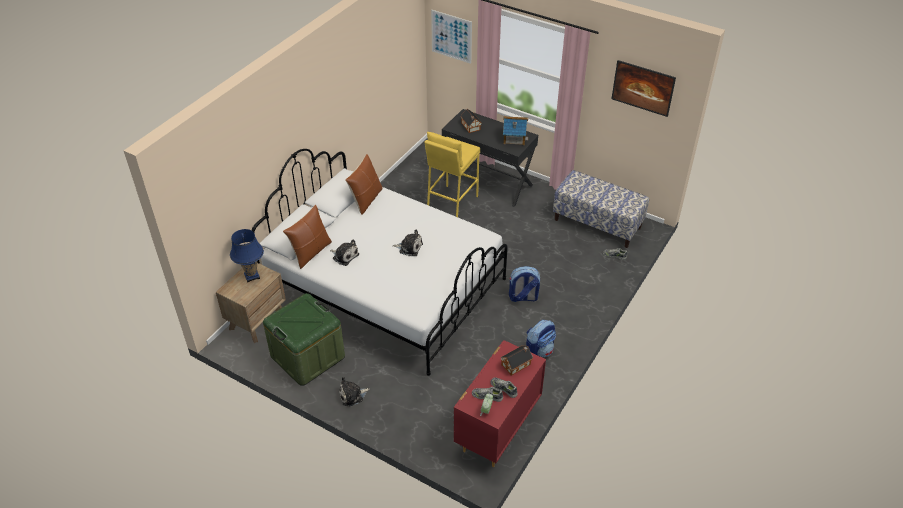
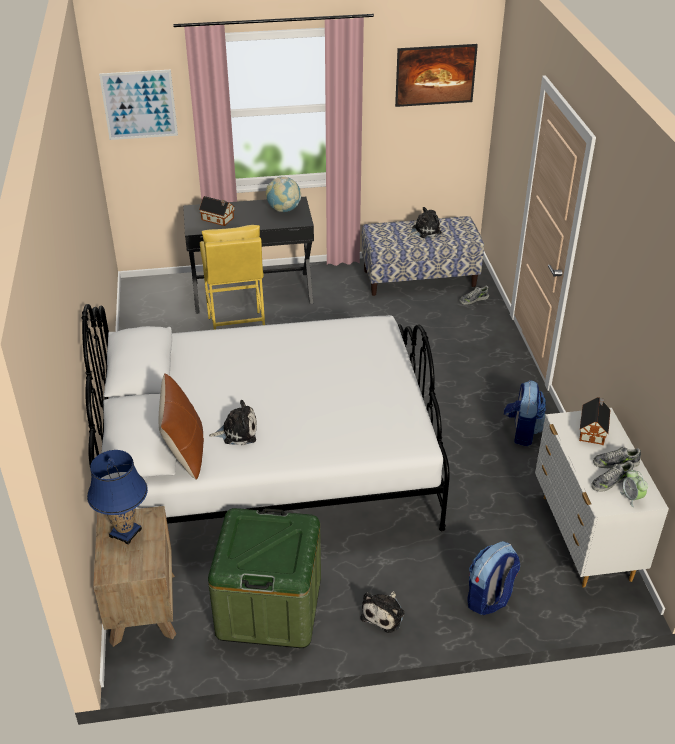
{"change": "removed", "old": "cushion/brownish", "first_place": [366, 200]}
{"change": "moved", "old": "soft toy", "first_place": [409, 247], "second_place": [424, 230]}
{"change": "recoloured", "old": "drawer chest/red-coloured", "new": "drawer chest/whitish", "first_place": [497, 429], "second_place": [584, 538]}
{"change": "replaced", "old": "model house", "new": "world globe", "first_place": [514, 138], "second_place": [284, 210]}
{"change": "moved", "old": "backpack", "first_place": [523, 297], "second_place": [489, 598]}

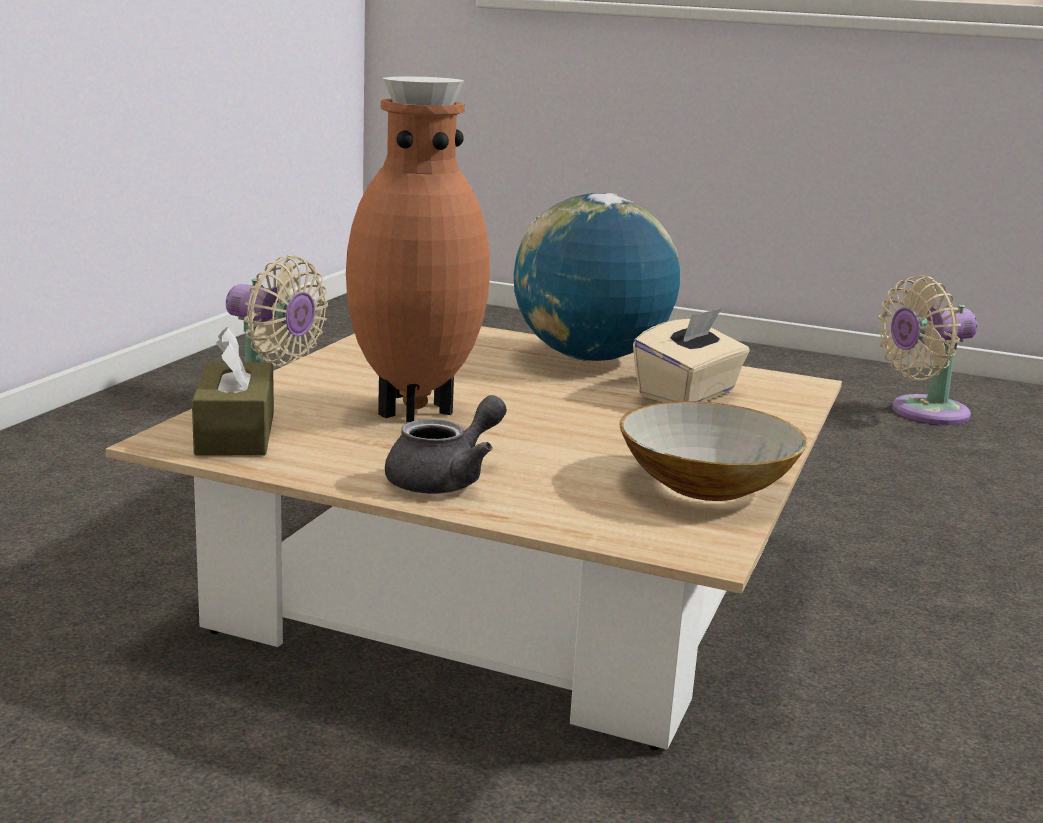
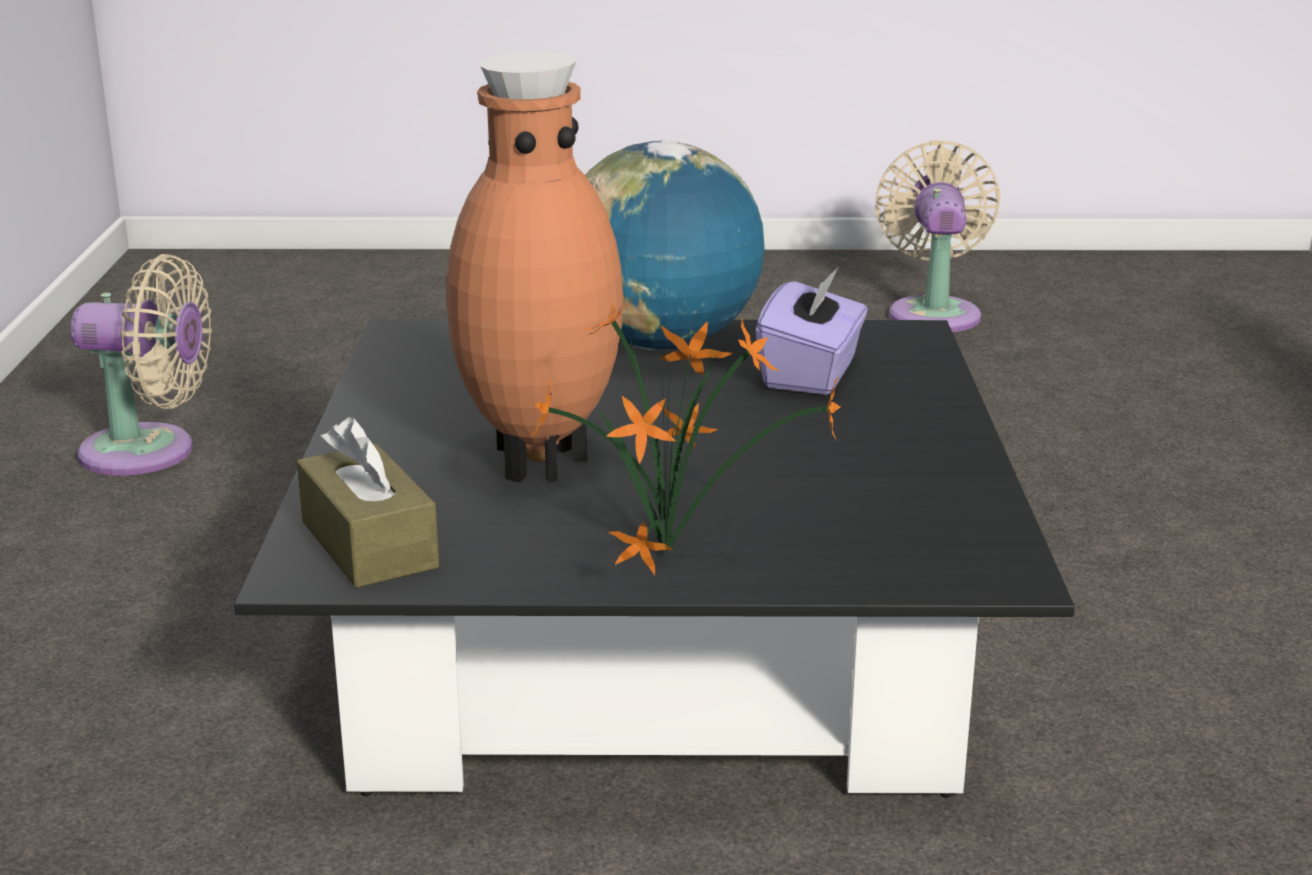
{"change": "recoloured", "old": "coffee table/beige", "new": "coffee table/black", "first_place": [515, 582], "second_place": [659, 638]}
{"change": "replaced", "old": "teapot/greyish", "new": "plant in a pot", "first_place": [445, 479], "second_place": [670, 551]}
{"change": "removed", "old": "deep dish", "first_place": [704, 485]}
{"change": "recoloured", "old": "tissue box/beige", "new": "tissue box/purple", "first_place": [688, 394], "second_place": [811, 374]}
{"change": "turned", "old": "fan/beige", "first_place": [922, 412], "second_place": [933, 313], "degrees": 135}

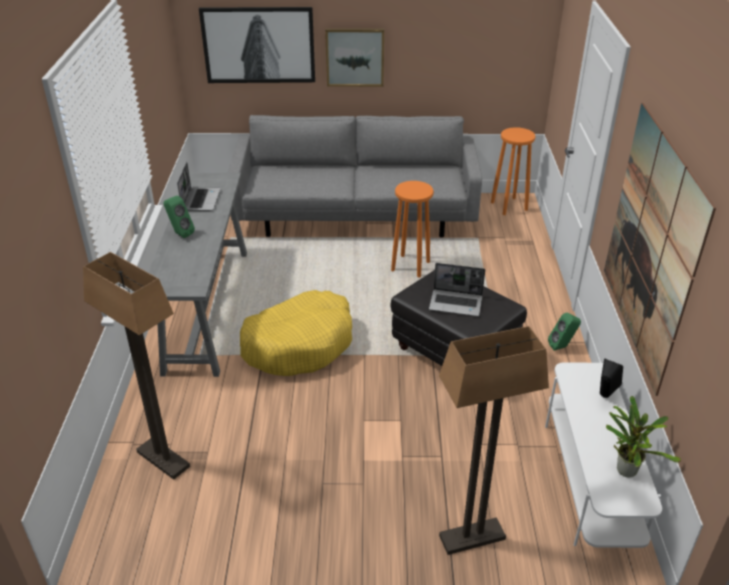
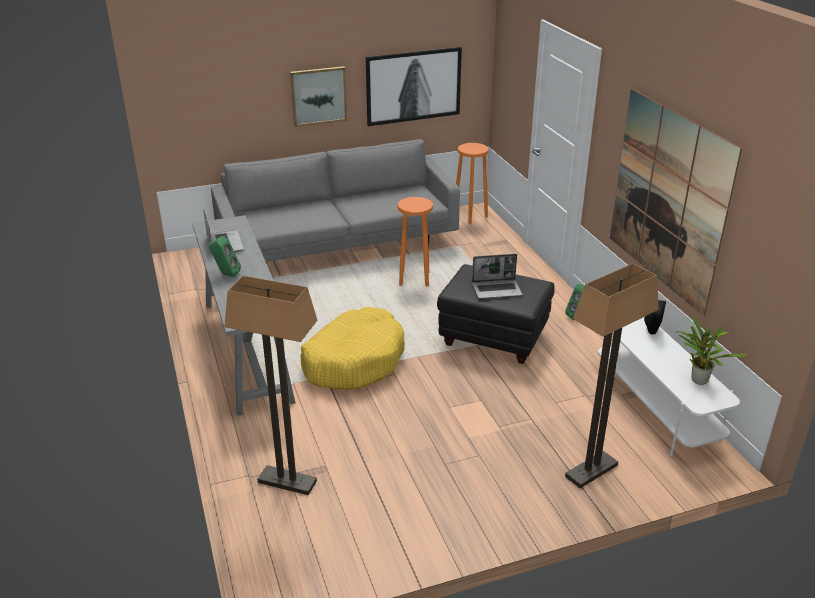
{"change": "moved", "old": "wall picture", "first_place": [259, 45], "second_place": [413, 85]}

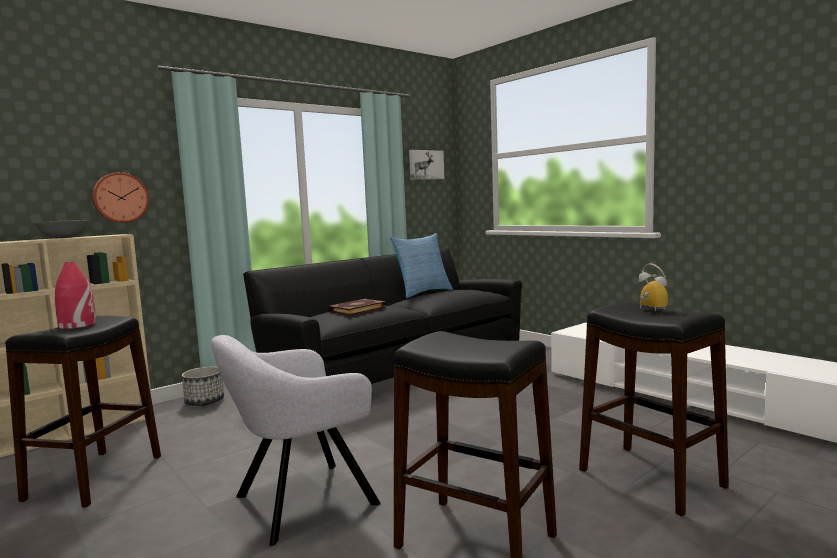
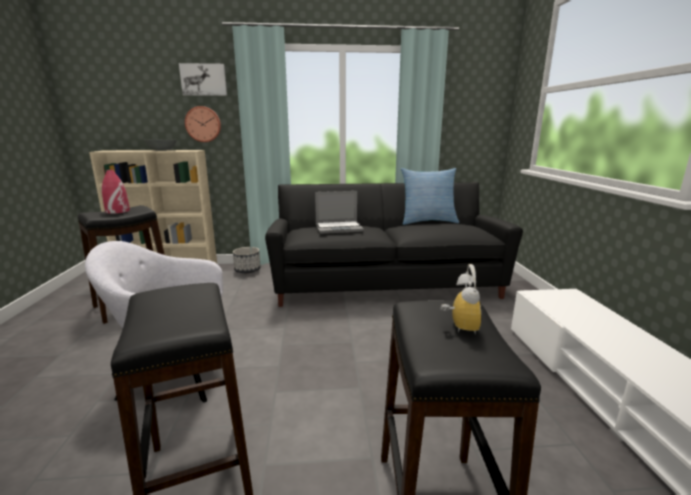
{"change": "replaced", "old": "volume", "new": "portable computer", "first_place": [356, 309], "second_place": [339, 228]}
{"change": "moved", "old": "wall picture", "first_place": [425, 165], "second_place": [204, 80]}

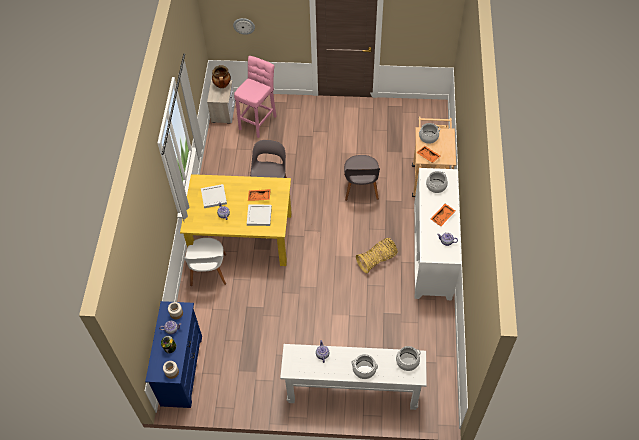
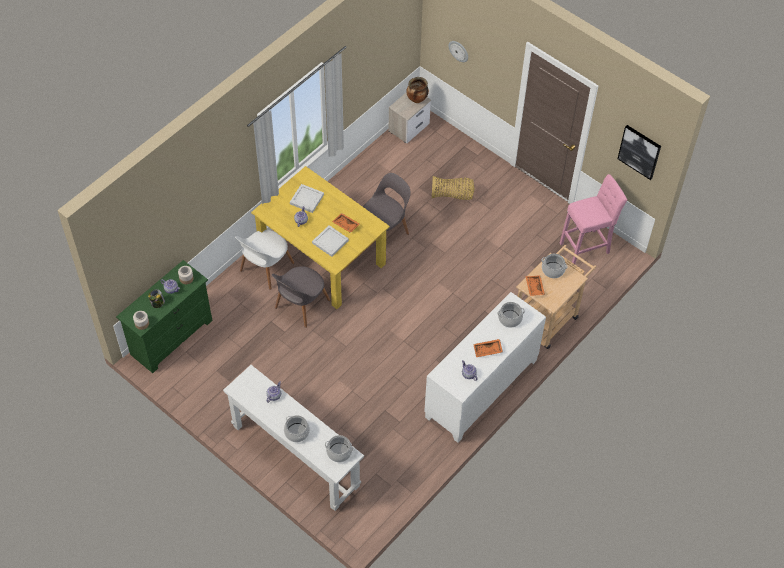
{"change": "recoloured", "old": "drawer chest/blue", "new": "drawer chest/green", "first_place": [182, 370], "second_place": [172, 337]}
{"change": "moved", "old": "stool/pink", "first_place": [258, 121], "second_place": [587, 247]}
{"change": "moved", "old": "plain chair/greyish", "first_place": [360, 188], "second_place": [301, 306]}
{"change": "moved", "old": "household basket", "first_place": [377, 260], "second_place": [452, 195]}
{"change": "added", "new": "wall picture", "second_place": [639, 151]}

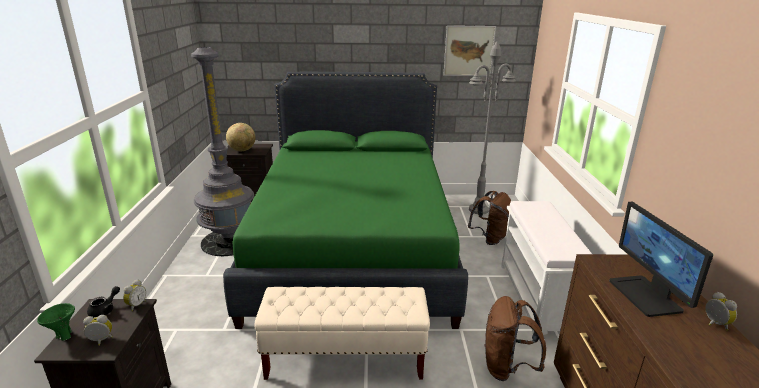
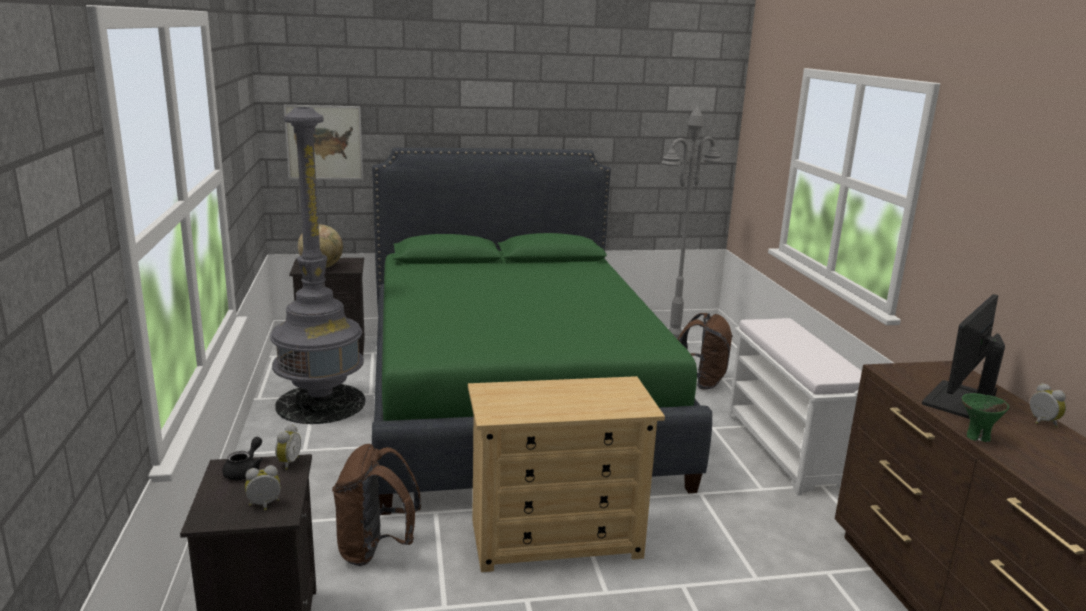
{"change": "moved", "old": "deep dish/green", "first_place": [64, 335], "second_place": [977, 437]}
{"change": "replaced", "old": "indoor bench/beige", "new": "drawer chest/beige", "first_place": [345, 358], "second_place": [556, 539]}
{"change": "moved", "old": "wall picture", "first_place": [469, 51], "second_place": [324, 142]}
{"change": "moved", "old": "backpack/brownish", "first_place": [507, 368], "second_place": [375, 550]}
{"change": "turned", "old": "monitor", "first_place": [646, 296], "second_place": [959, 400], "degrees": 60}

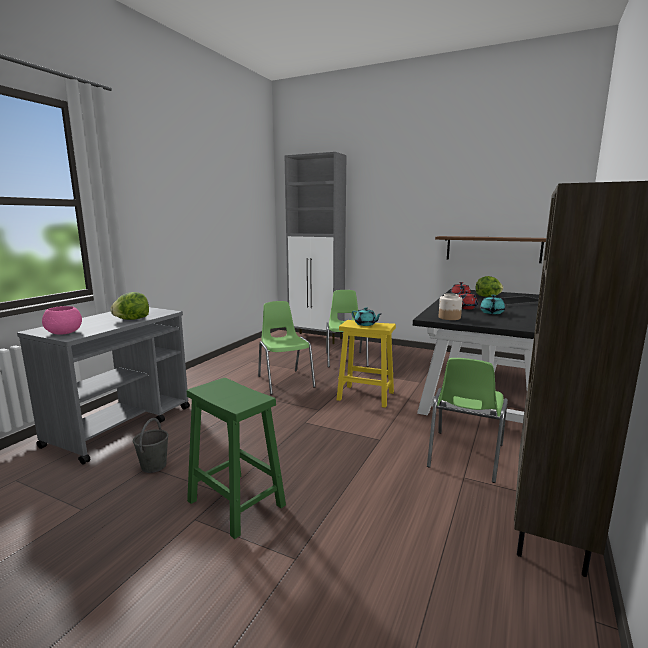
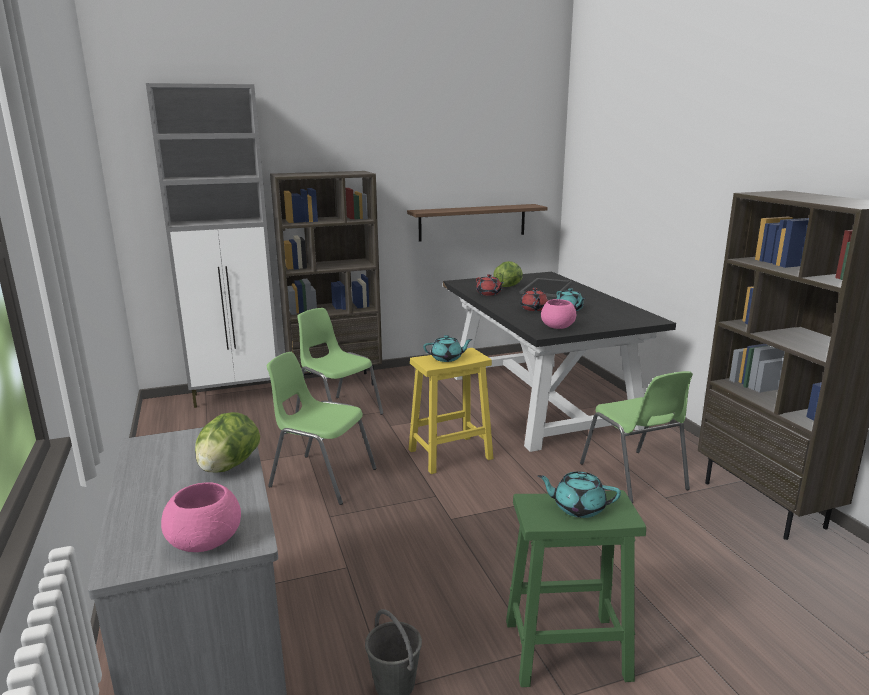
{"change": "replaced", "old": "storage jar", "new": "deep dish/pink", "first_place": [449, 317], "second_place": [557, 327]}
{"change": "added", "new": "bookcase/brownish", "second_place": [335, 383]}
{"change": "added", "new": "teapot/turquoise", "second_place": [578, 507]}

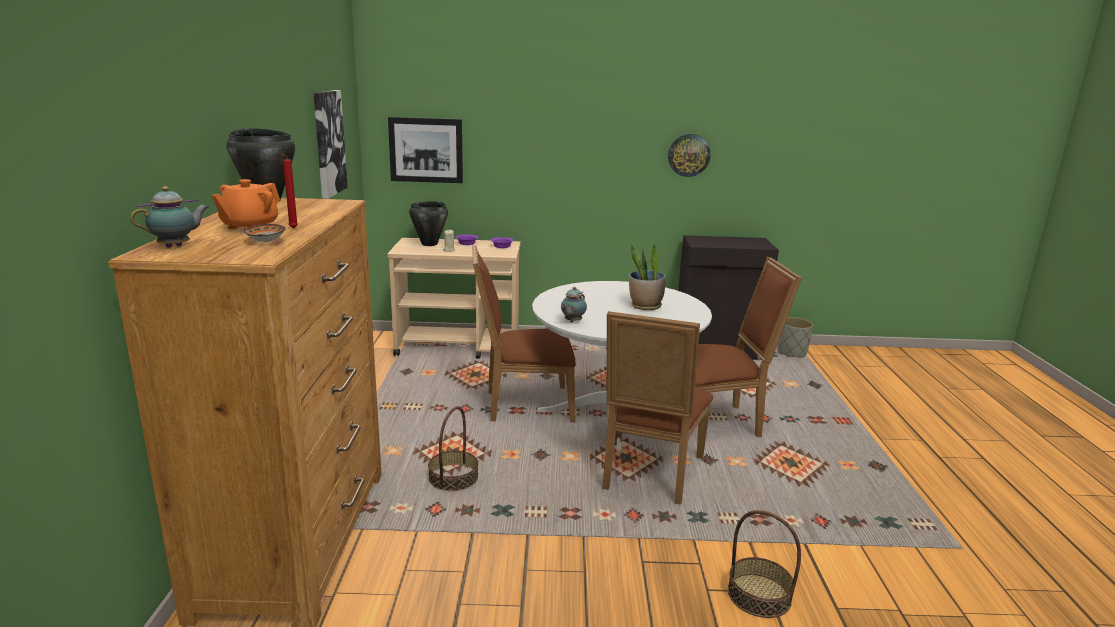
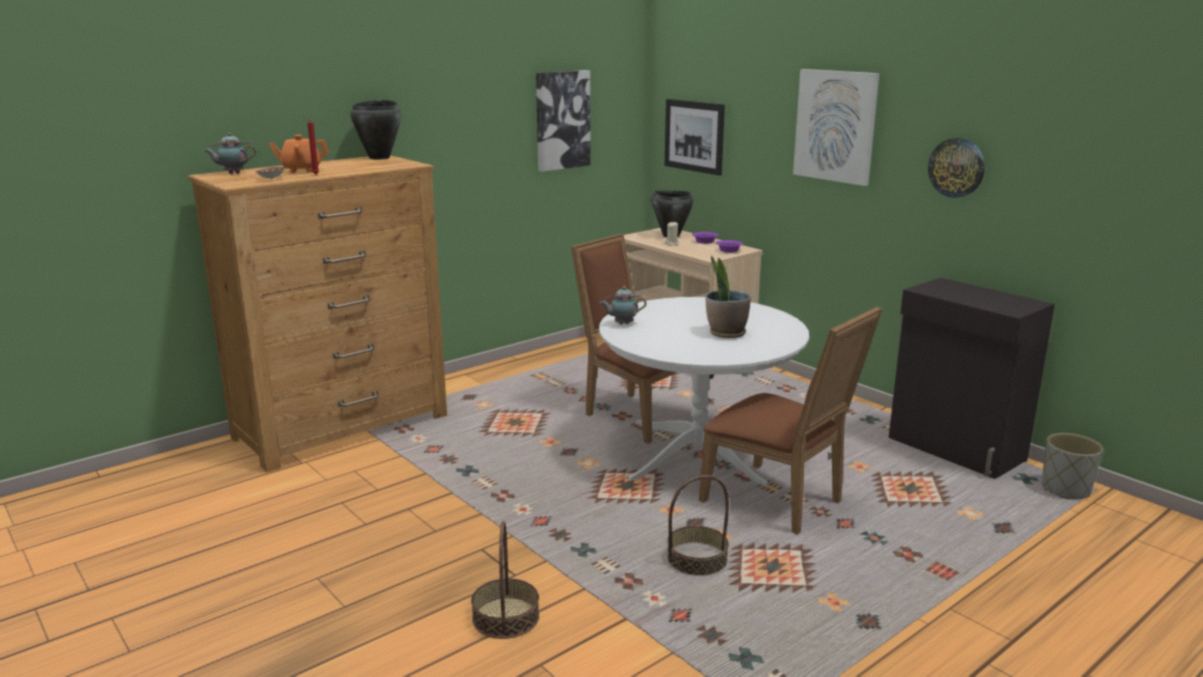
{"change": "turned", "old": "teapot", "first_place": [177, 246], "second_place": [232, 174], "degrees": 150}
{"change": "moved", "old": "household basket", "first_place": [453, 478], "second_place": [697, 560]}
{"change": "removed", "old": "plain chair/brownish", "first_place": [648, 475]}
{"change": "added", "new": "wall picture", "second_place": [835, 126]}

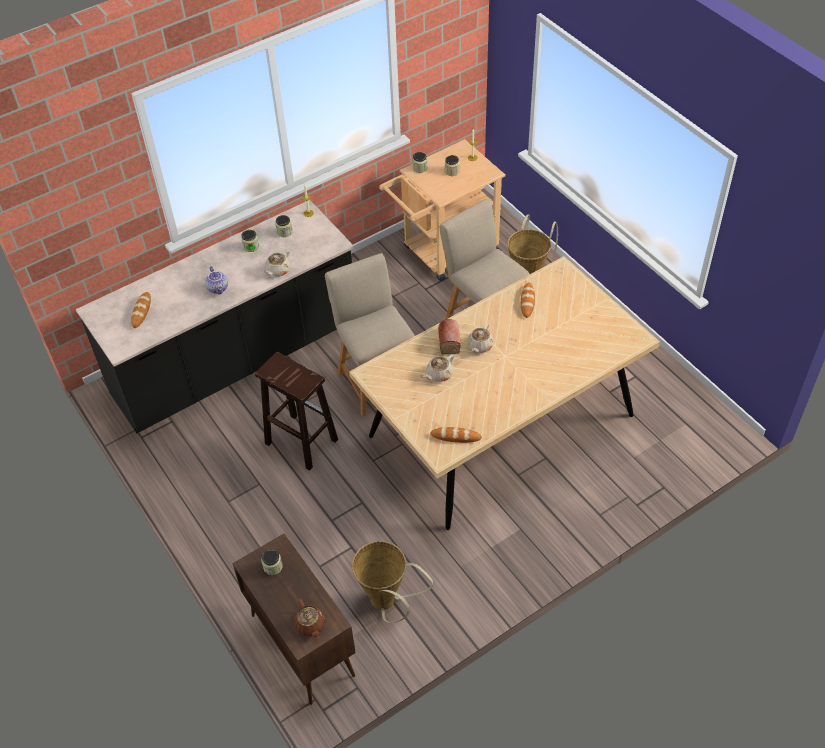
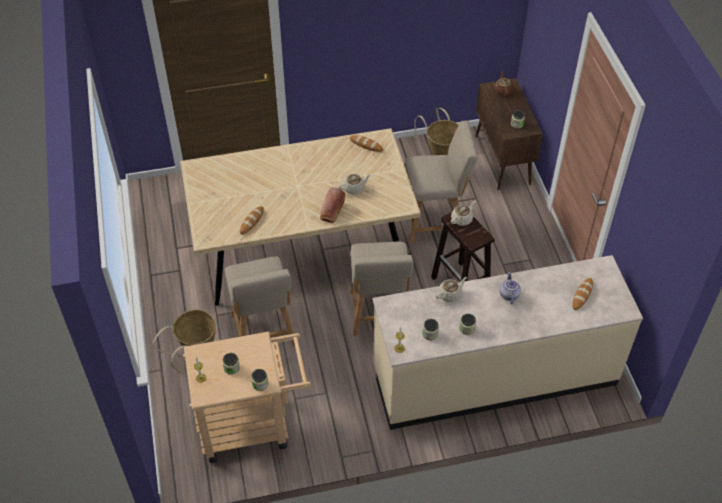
{"change": "recoloured", "old": "counter/black", "new": "counter/beige", "first_place": [237, 361], "second_place": [494, 375]}
{"change": "moved", "old": "teapot/beige", "first_place": [480, 346], "second_place": [462, 219]}
{"change": "added", "new": "plain chair/beige", "second_place": [435, 221]}

